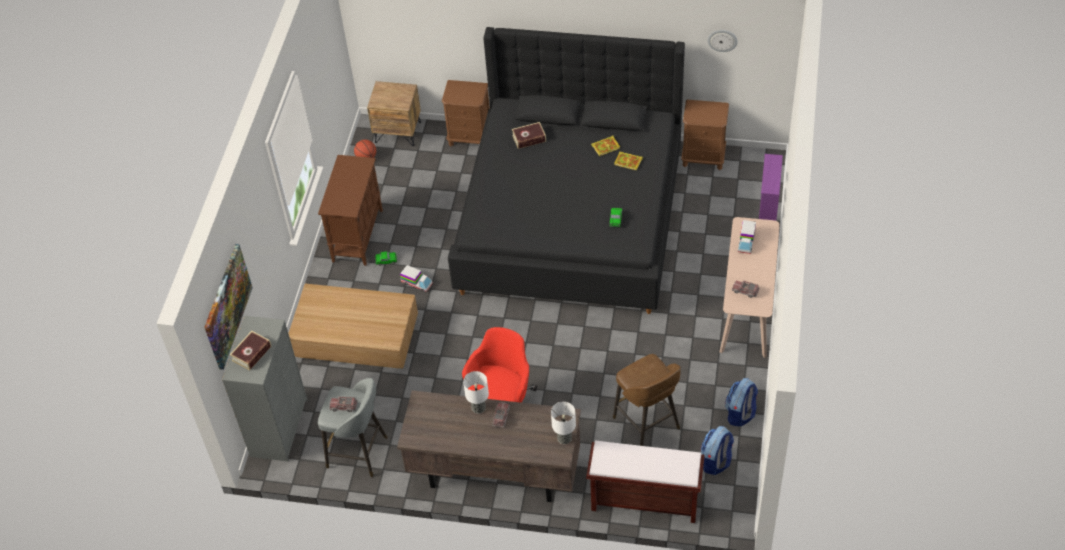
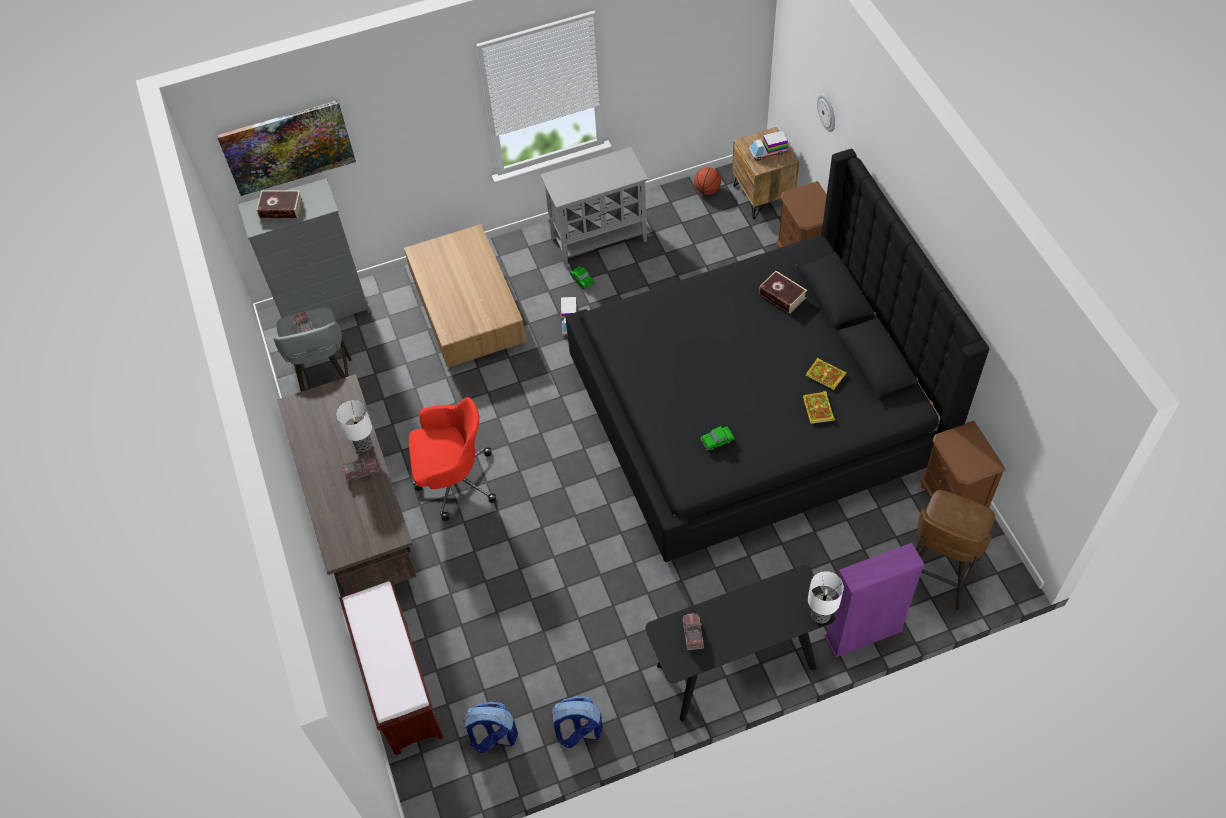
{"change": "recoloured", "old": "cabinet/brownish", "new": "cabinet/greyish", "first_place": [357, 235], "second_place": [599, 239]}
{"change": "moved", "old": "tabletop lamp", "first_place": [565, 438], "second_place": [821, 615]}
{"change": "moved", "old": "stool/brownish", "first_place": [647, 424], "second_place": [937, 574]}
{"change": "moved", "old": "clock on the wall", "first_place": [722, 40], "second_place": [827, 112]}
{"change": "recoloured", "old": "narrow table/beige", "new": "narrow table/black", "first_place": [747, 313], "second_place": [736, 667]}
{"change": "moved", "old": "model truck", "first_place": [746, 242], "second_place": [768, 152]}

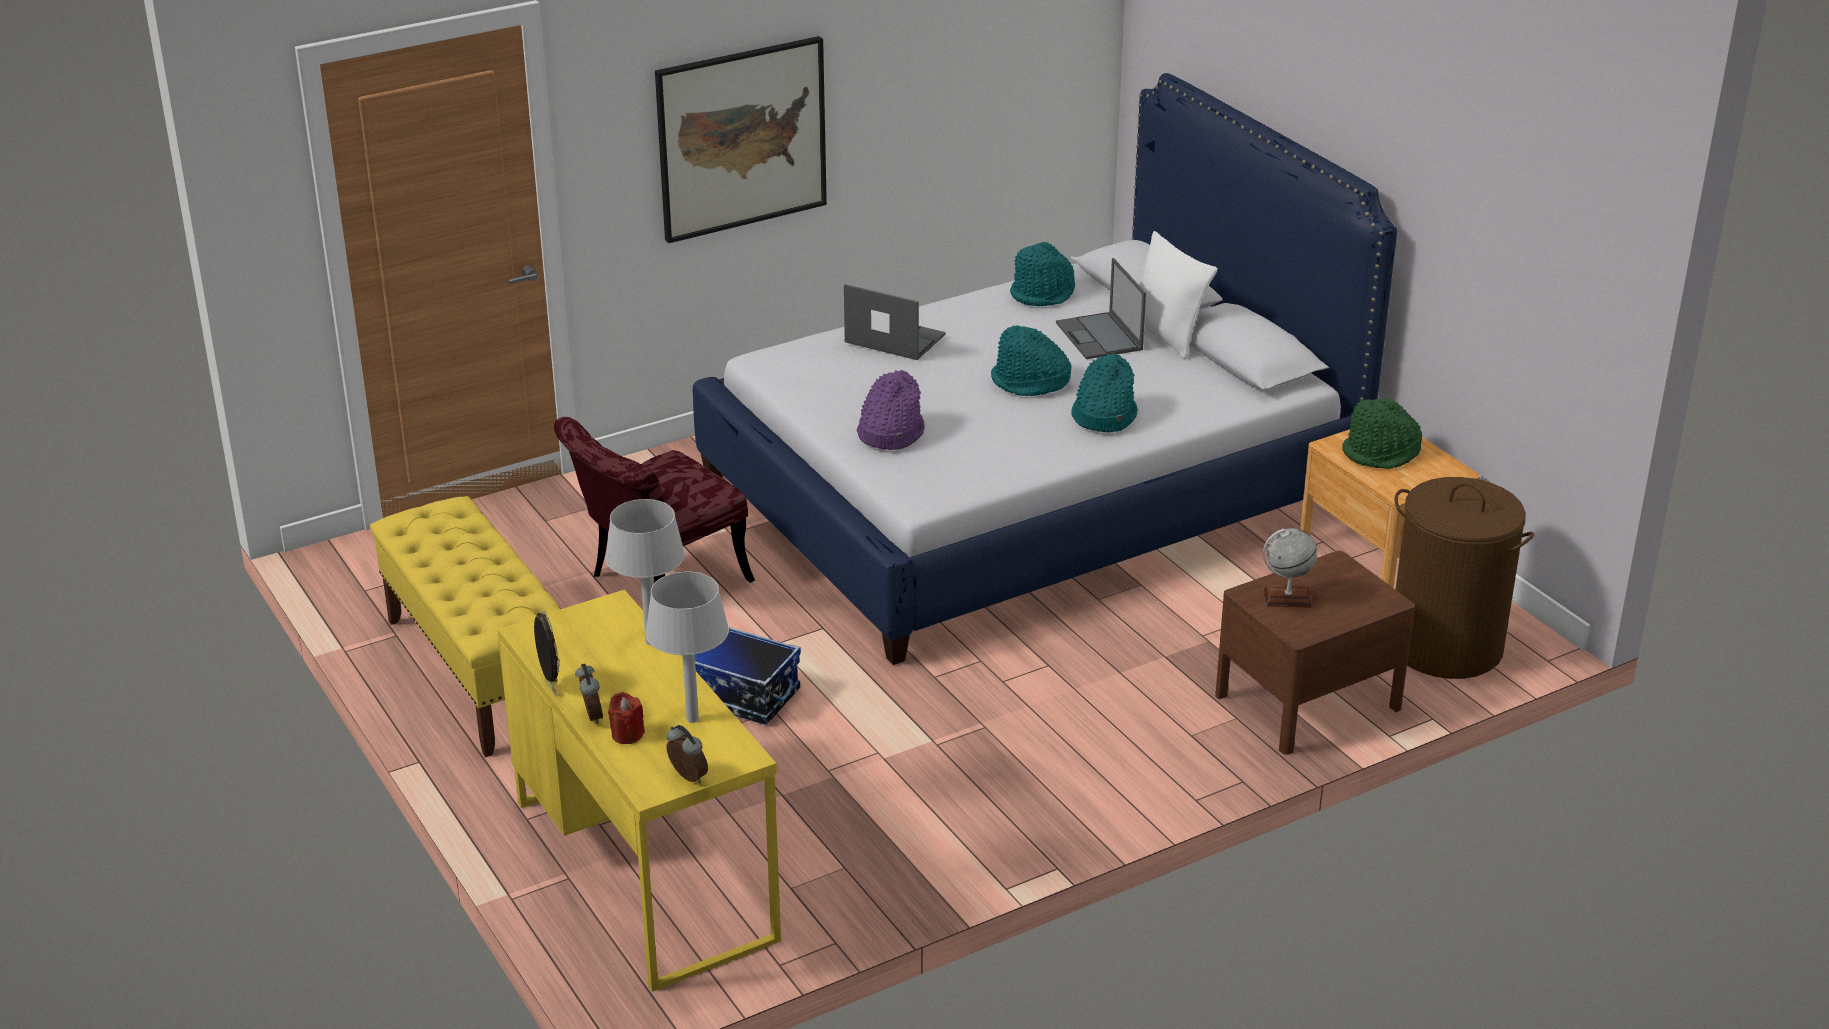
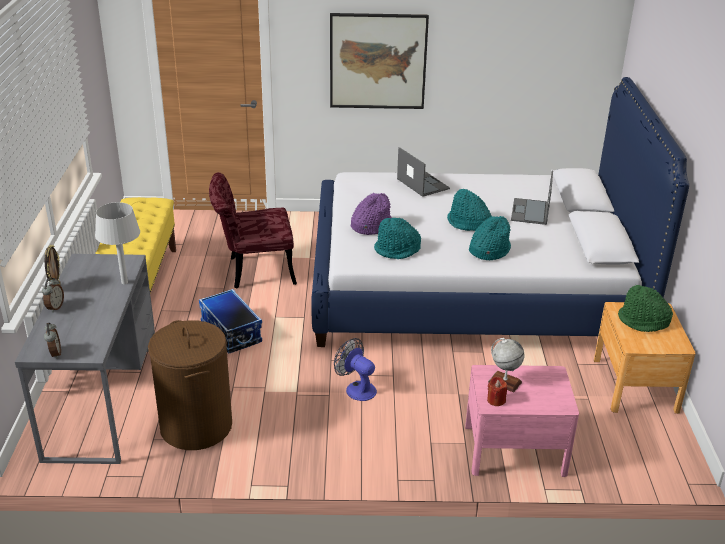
{"change": "recoloured", "old": "desk table/yellow", "new": "desk table/greyish", "first_place": [645, 869], "second_place": [103, 401]}
{"change": "moved", "old": "candle/red-coloured", "first_place": [627, 734], "second_place": [496, 400]}
{"change": "removed", "old": "tabletop lamp/greyish", "first_place": [693, 719]}
{"change": "moved", "old": "wearable hat/turquoise", "first_place": [1043, 294], "second_place": [397, 250]}
{"change": "removed", "old": "cushion/whitish", "first_place": [1165, 336]}
{"change": "recoloured", "old": "nightstand/brownish", "new": "nightstand/pink", "first_place": [1307, 701], "second_place": [514, 450]}
{"change": "moved", "old": "washing basket/brownish", "first_place": [1445, 647], "second_place": [195, 426]}
{"change": "added", "new": "fan", "second_place": [356, 388]}

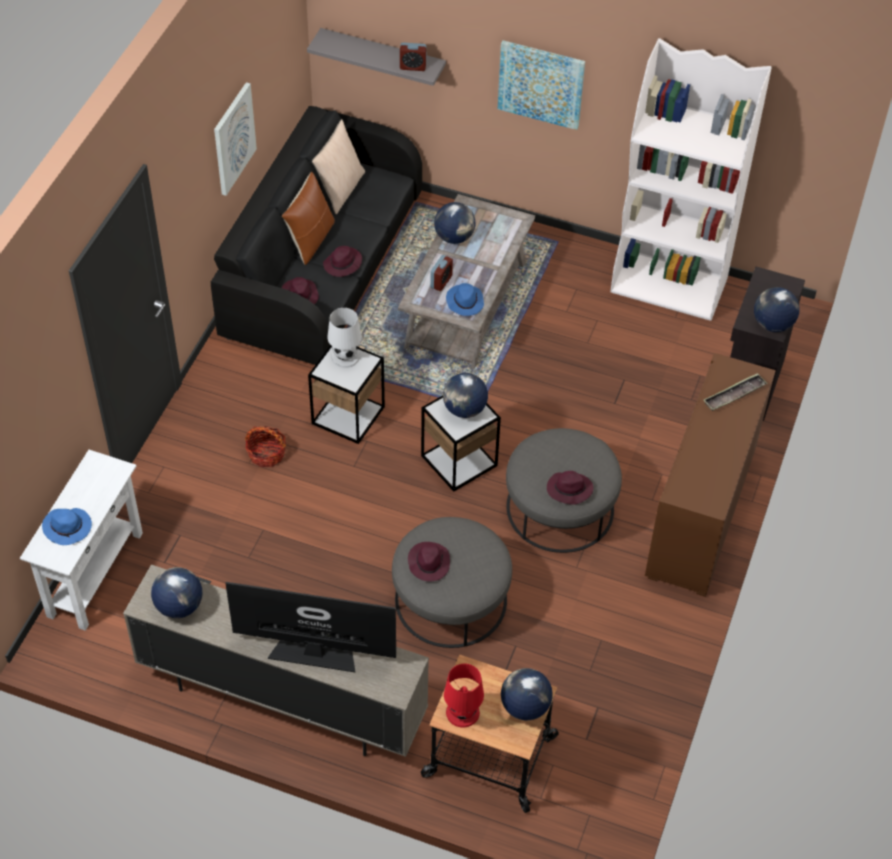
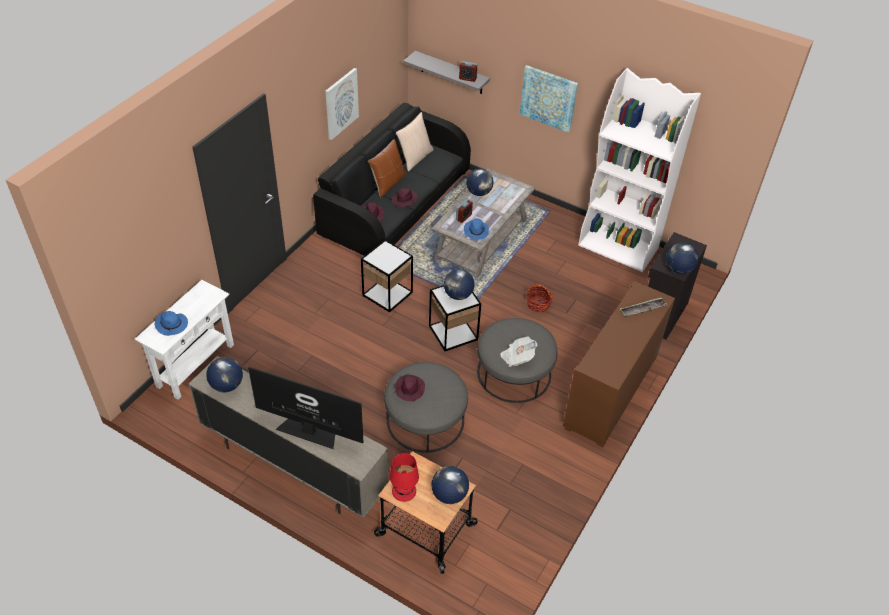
{"change": "moved", "old": "household basket", "first_place": [266, 454], "second_place": [538, 304]}
{"change": "removed", "old": "tabletop lamp/whitish", "first_place": [345, 357]}
{"change": "replaced", "old": "wearable hat/purple", "new": "daily paper", "first_place": [568, 490], "second_place": [517, 357]}

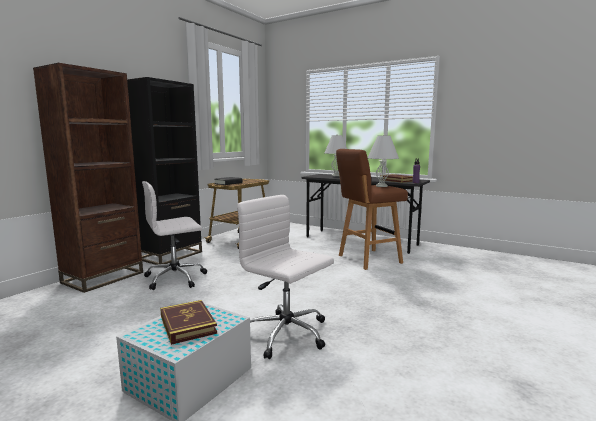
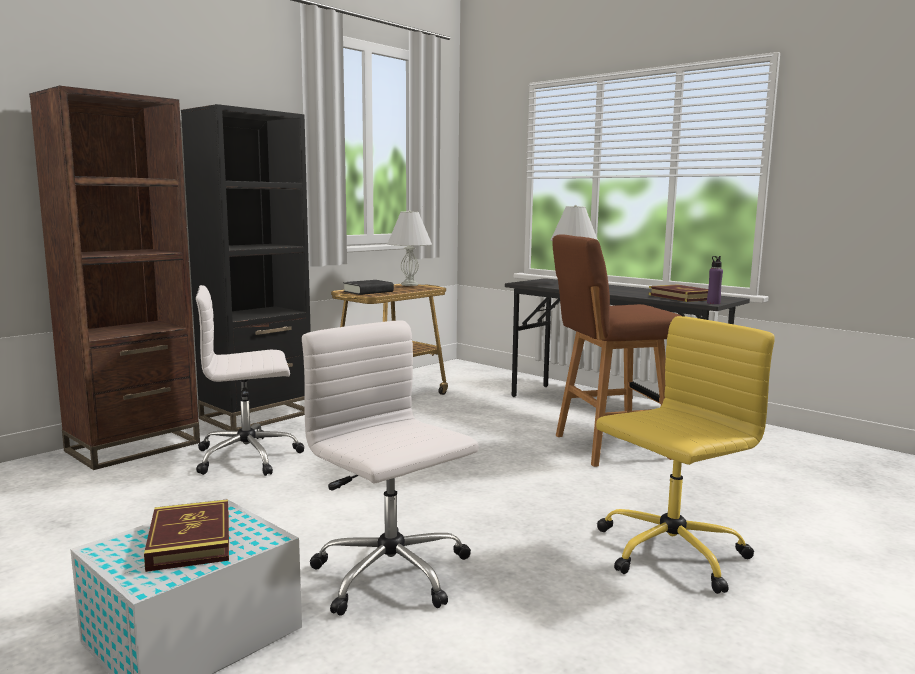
{"change": "moved", "old": "tabletop lamp/whitish", "first_place": [381, 186], "second_place": [409, 284]}
{"change": "added", "new": "office chair/yellow", "second_place": [668, 553]}

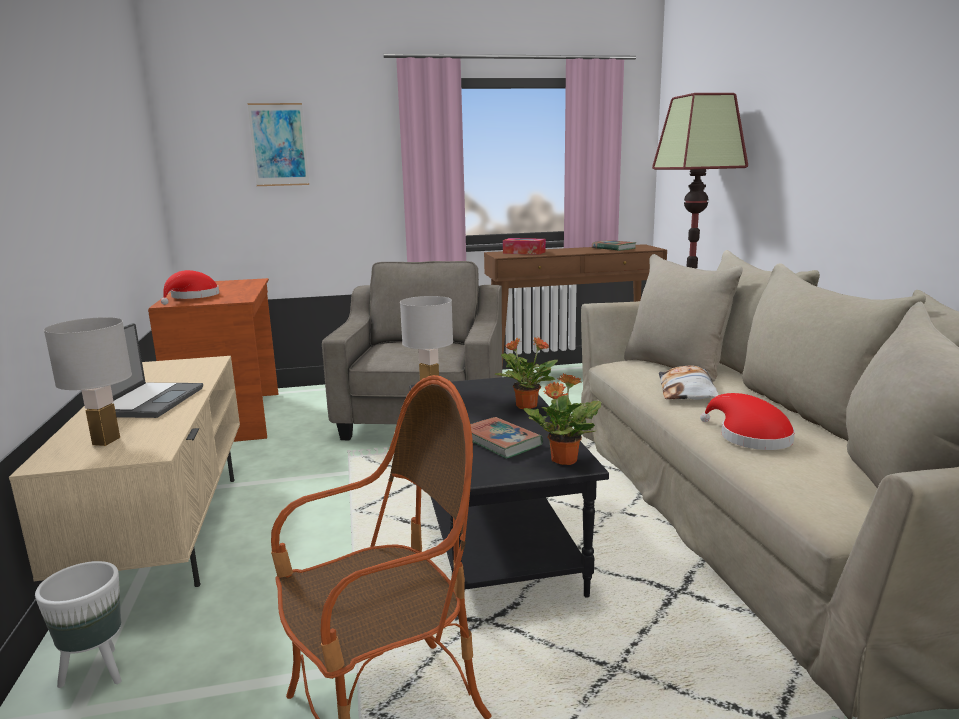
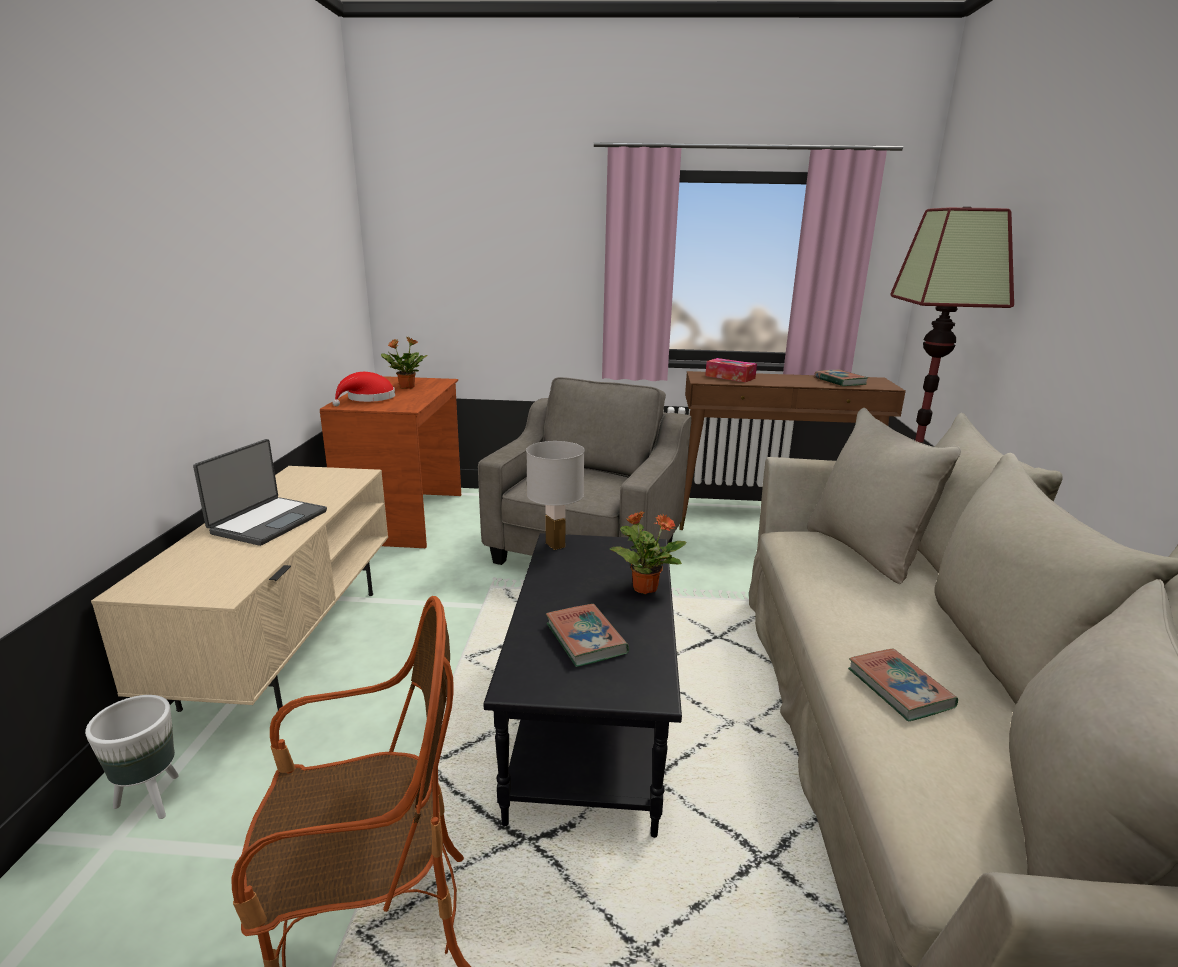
{"change": "removed", "old": "tabletop lamp/whitish", "first_place": [106, 441]}
{"change": "removed", "old": "wall picture", "first_place": [279, 145]}
{"change": "moved", "old": "plant in a pot", "first_place": [563, 460], "second_place": [406, 387]}
{"change": "removed", "old": "cushion", "first_place": [687, 391]}
{"change": "replaced", "old": "wearable hat/red-coloured", "new": "volume", "first_place": [750, 437], "second_place": [899, 688]}

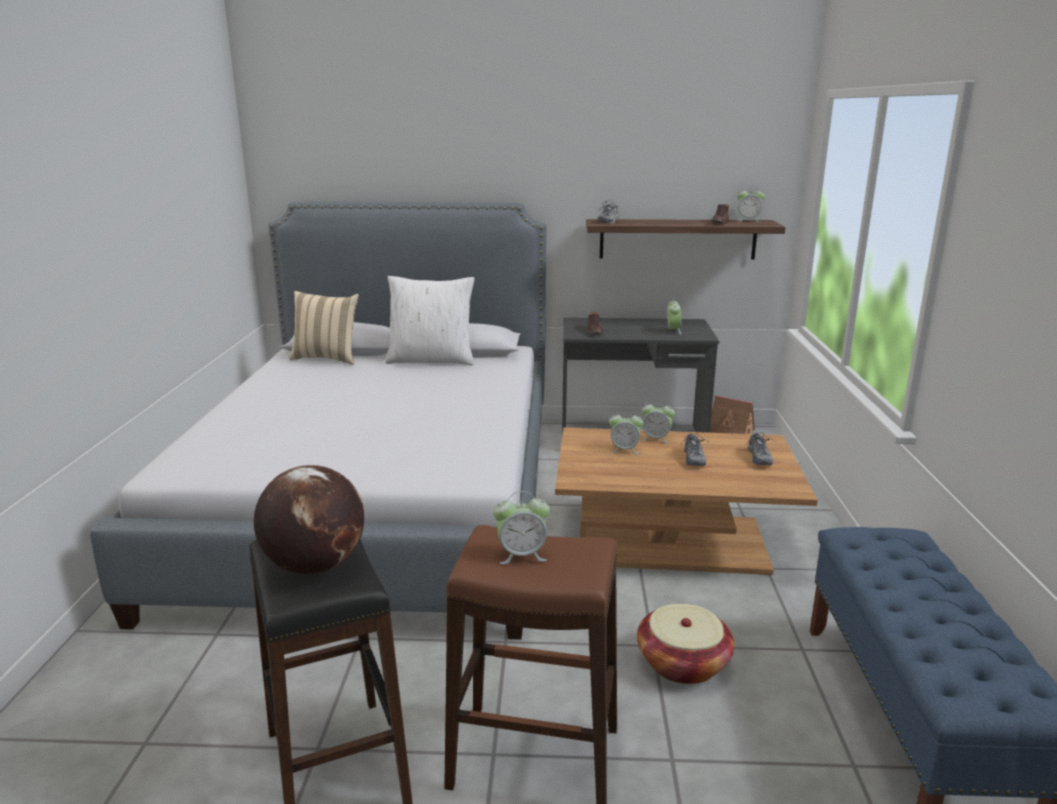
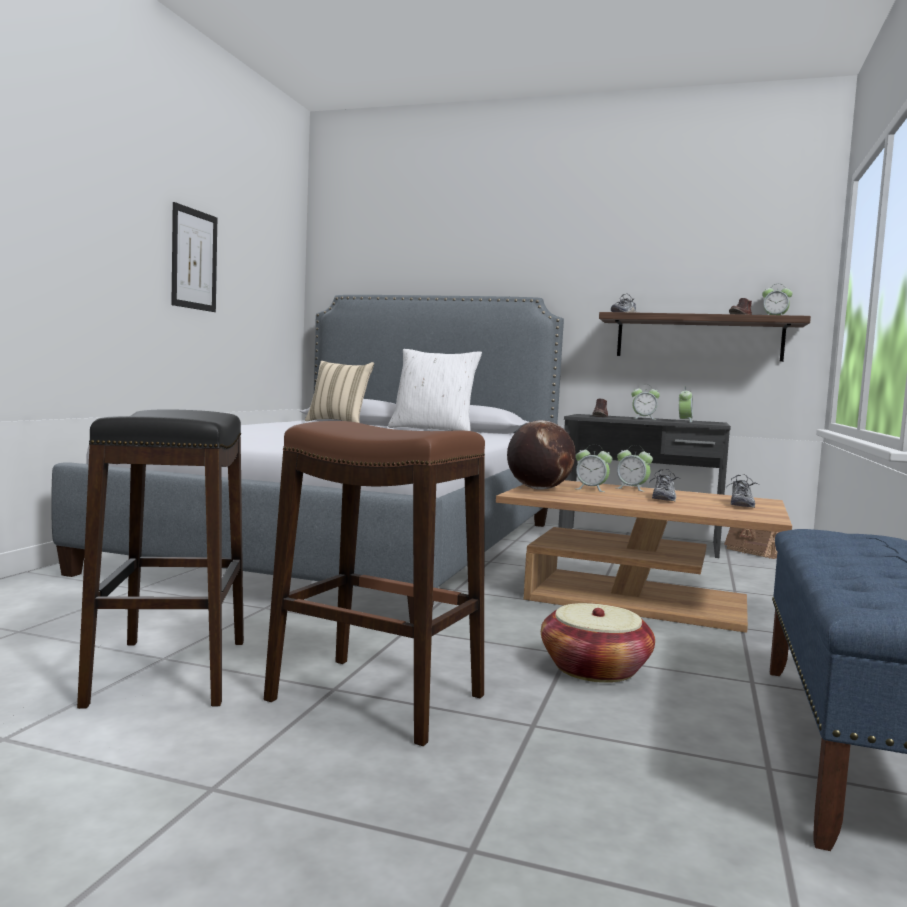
{"change": "moved", "old": "world globe", "first_place": [314, 566], "second_place": [538, 489]}
{"change": "moved", "old": "bedside clock", "first_place": [521, 555], "second_place": [643, 418]}
{"change": "added", "new": "wall picture", "second_place": [194, 259]}

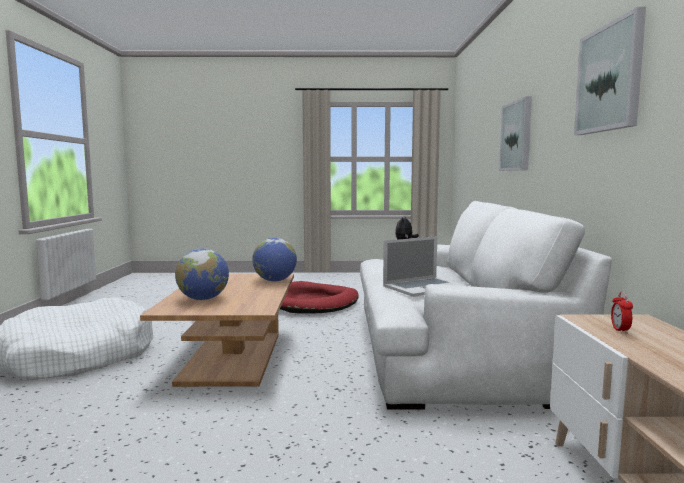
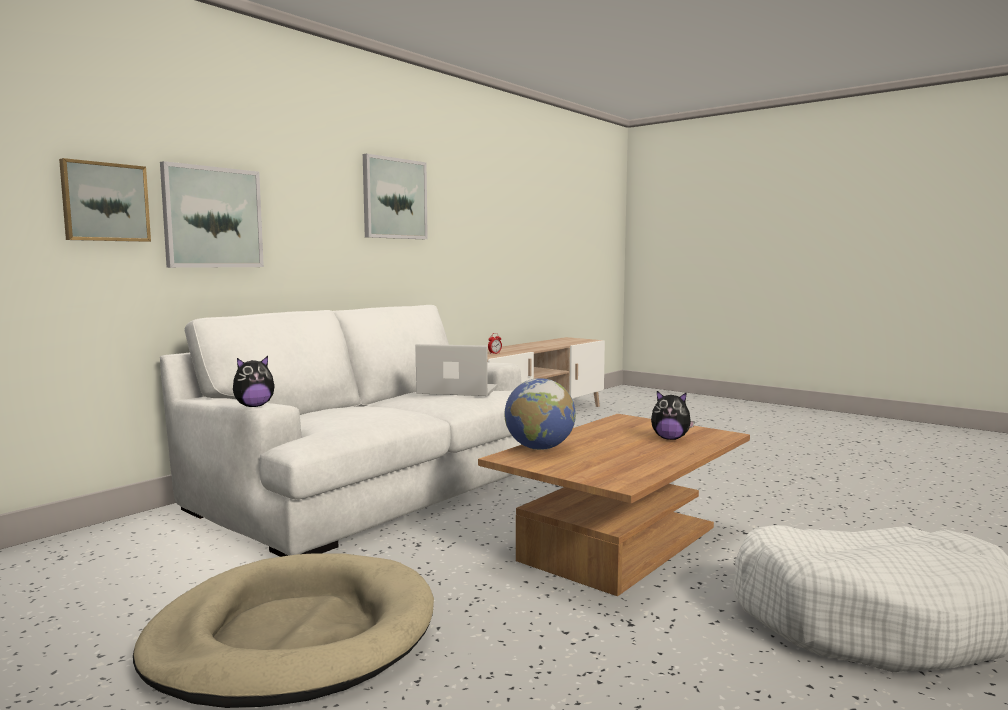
{"change": "replaced", "old": "world globe", "new": "soft toy", "first_place": [203, 299], "second_place": [670, 438]}
{"change": "recoloured", "old": "dog bed/red-coloured", "new": "dog bed/beige", "first_place": [312, 302], "second_place": [293, 637]}
{"change": "added", "new": "wall picture", "second_place": [105, 202]}

